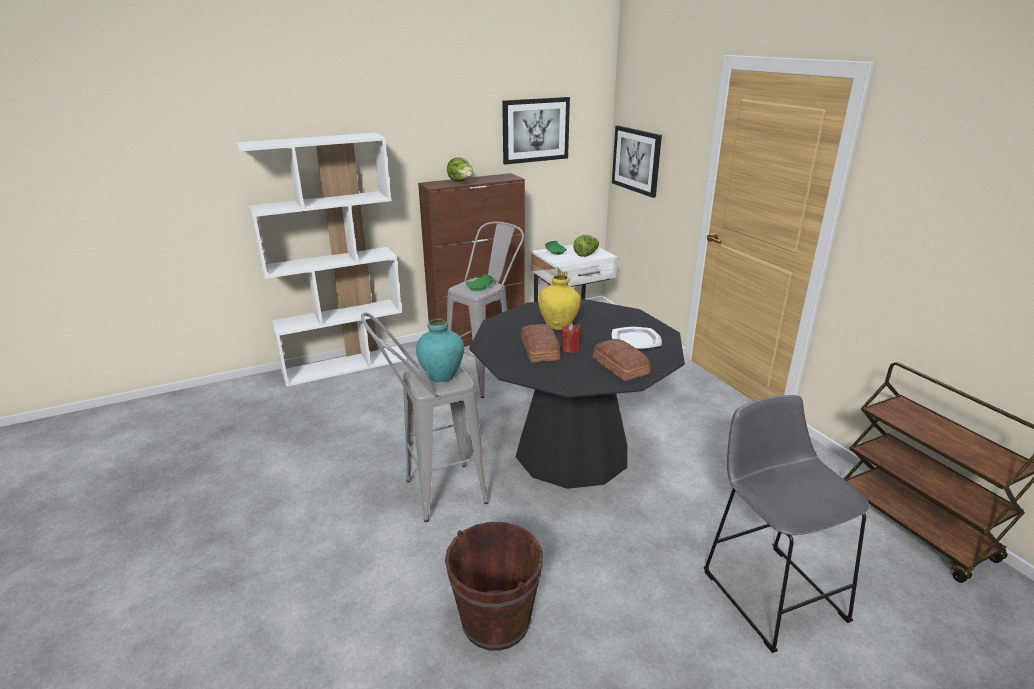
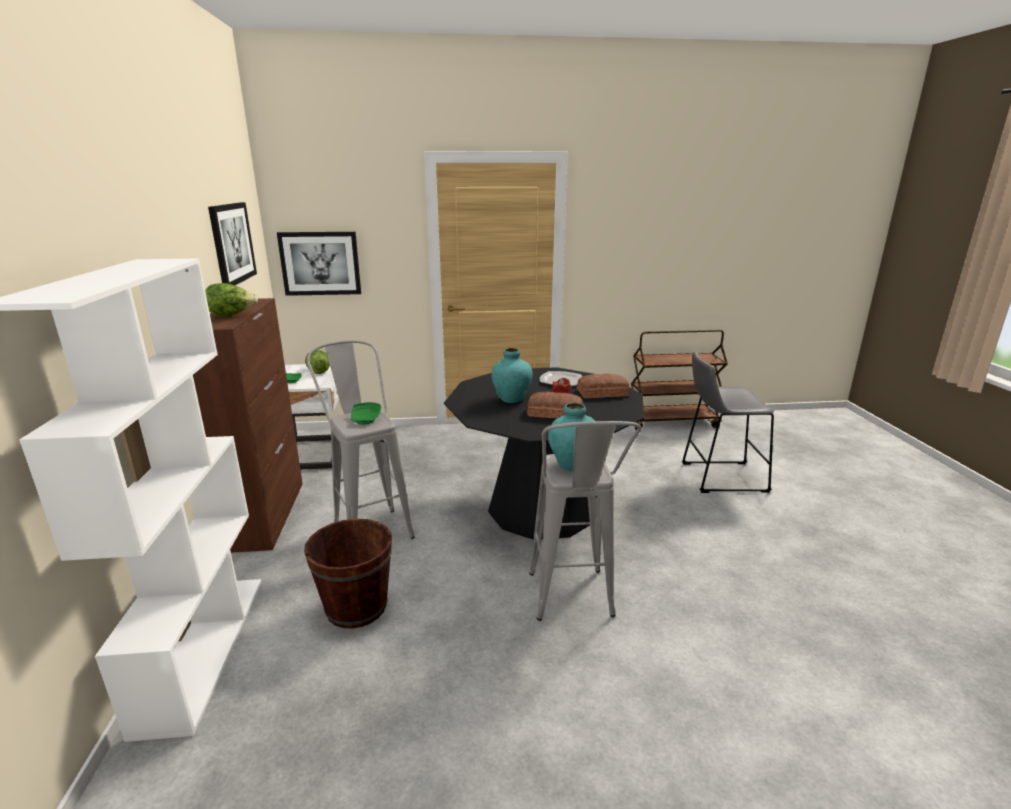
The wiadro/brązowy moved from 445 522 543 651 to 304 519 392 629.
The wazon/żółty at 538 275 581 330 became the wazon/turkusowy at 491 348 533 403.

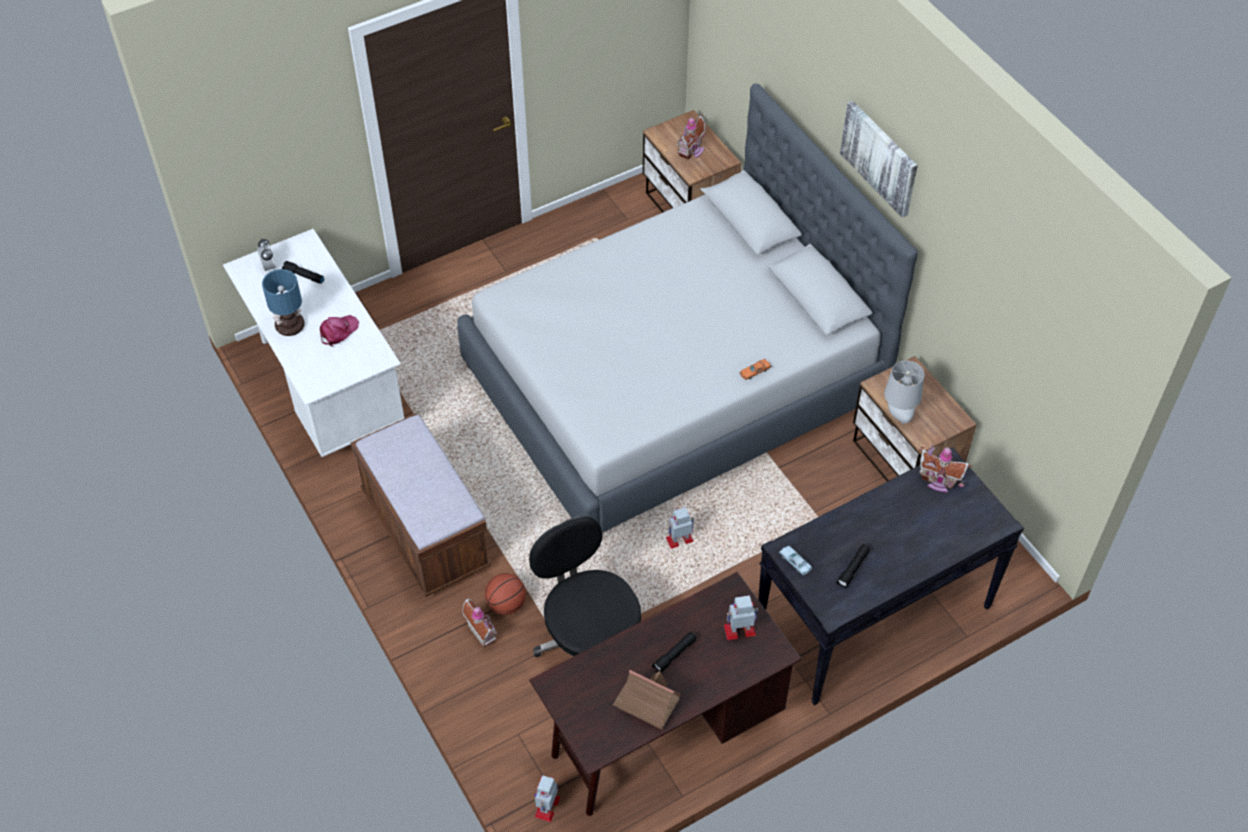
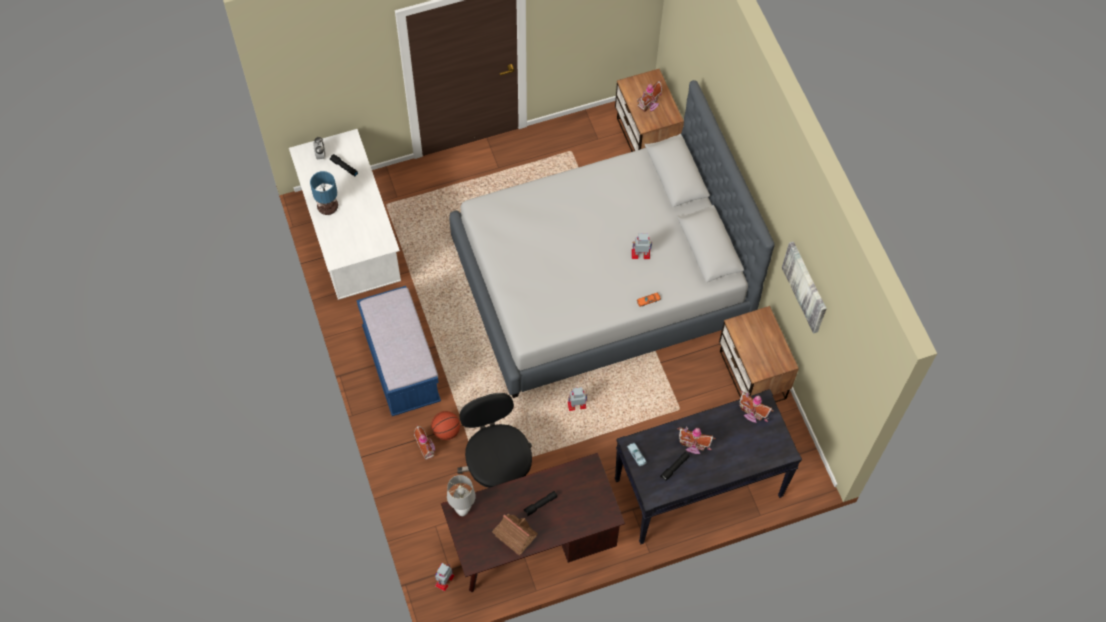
The ławka/brązowy at 351 413 491 597 became the ławka/niebieski at 357 286 441 416.
The lampa stołowa/szary moved from 884 361 924 424 to 447 475 476 516.
The robot zabawkowy moved from 724 595 758 640 to 631 233 653 259.
The domek at 678 426 716 454 appeared.
The obraz moved from 840 101 918 218 to 782 241 827 334.
The czapka z daszkiem/różowy at 320 315 359 347 disappeared.

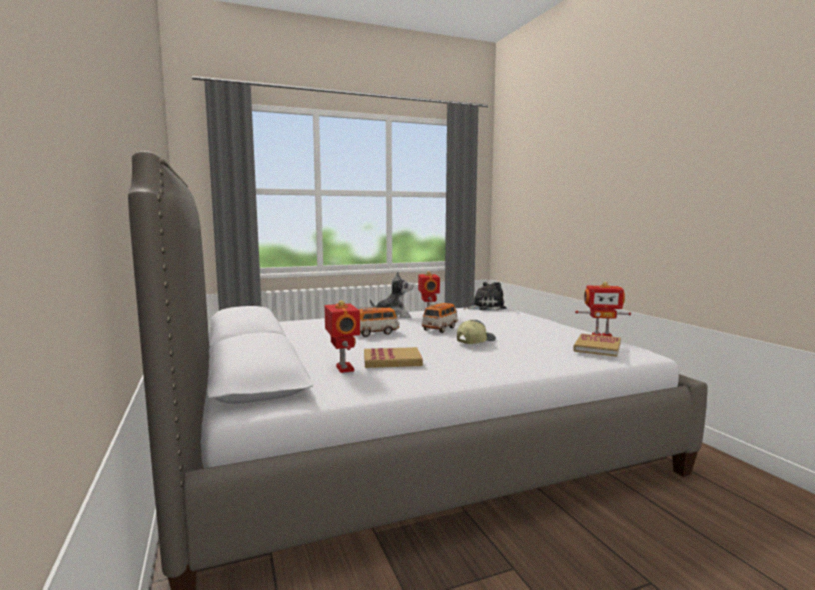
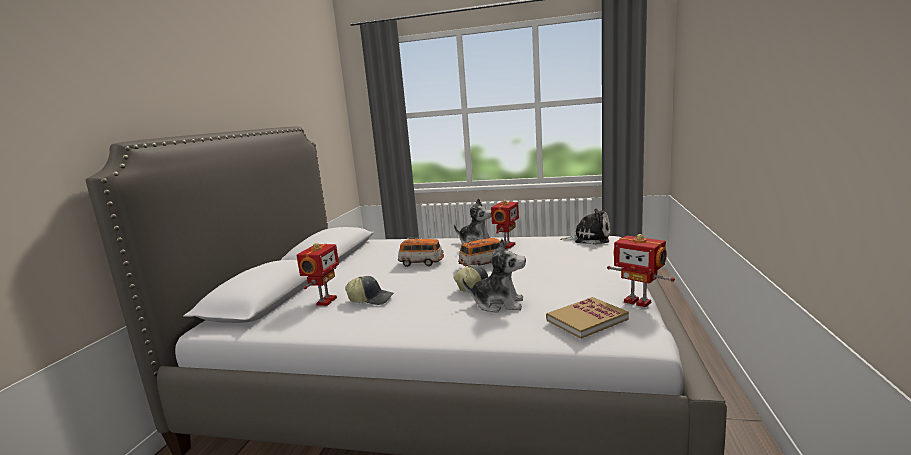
The książka at 364 347 423 368 was replaced by the czapka z daszkiem at 345 276 394 305.
The pluszak at 462 239 526 313 appeared.

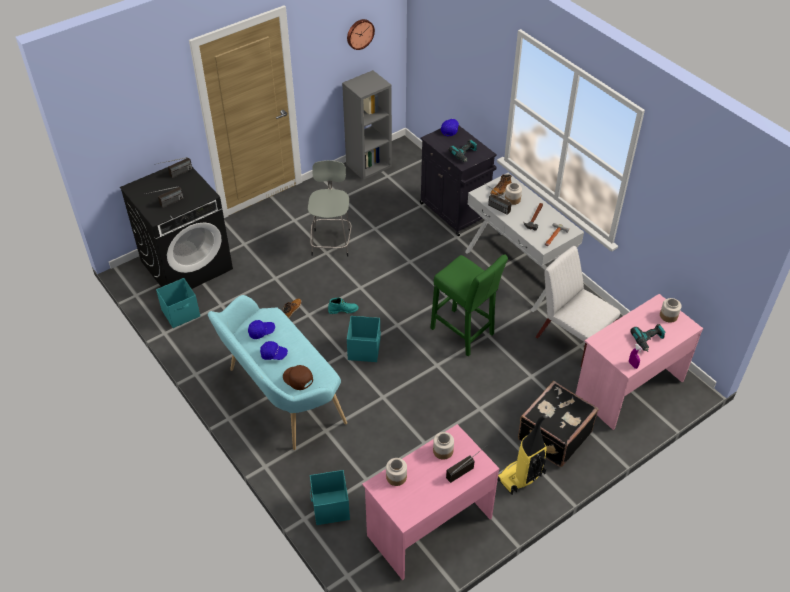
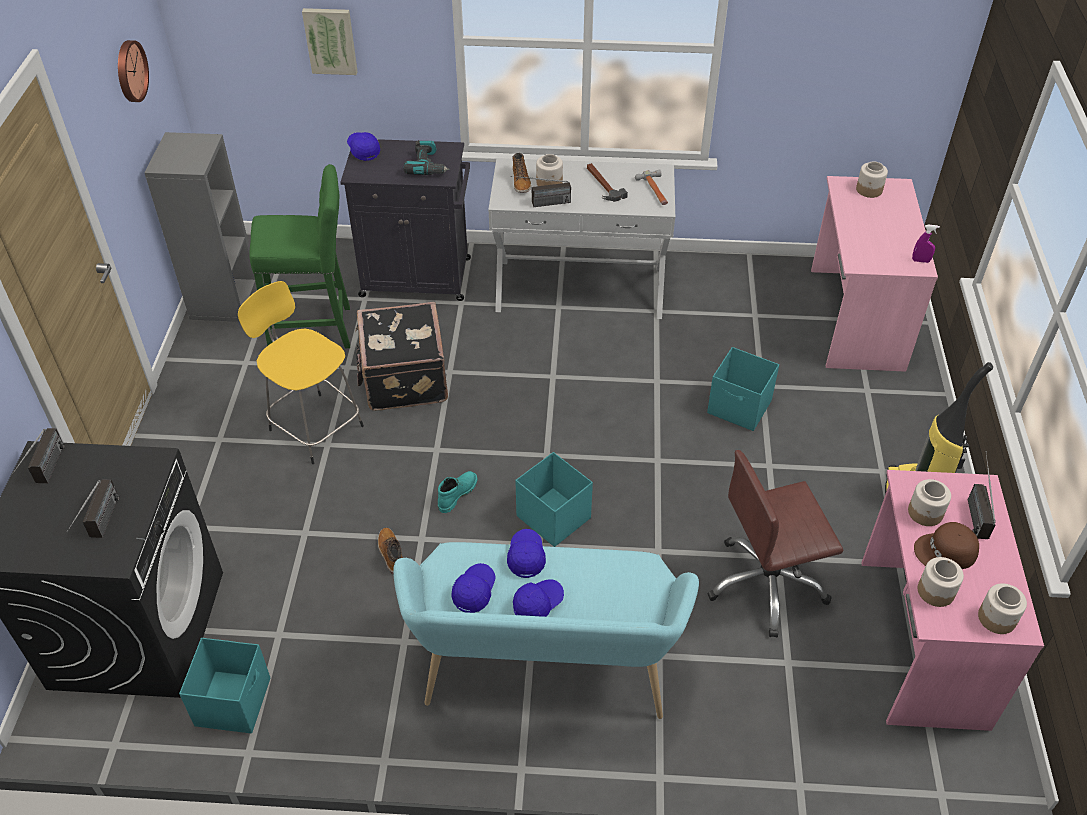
The stołek/szary at 308 160 352 257 became the stołek/żółty at 238 281 364 464.
The stołek/zielony moved from 431 255 508 357 to 249 164 350 348.
The obraz at 302 8 358 75 appeared.
The walizka/czarny moved from 518 381 599 467 to 355 302 448 411.
The czapka z daszkiem/niebieski at 507 529 546 578 appeared.
The pojemnik do przechowywania/turkusowy moved from 310 470 350 525 to 707 347 779 431.
The krzesło biurowe/brązowy at 707 450 843 637 appeared.
The czapka z daszkiem/brązowy moved from 283 365 313 390 to 914 522 979 569.
The słoik at 978 583 1027 634 appeared.
The krzesło/biały at 536 246 620 368 disappeared.
The wiertarka at 630 324 666 352 disappeared.

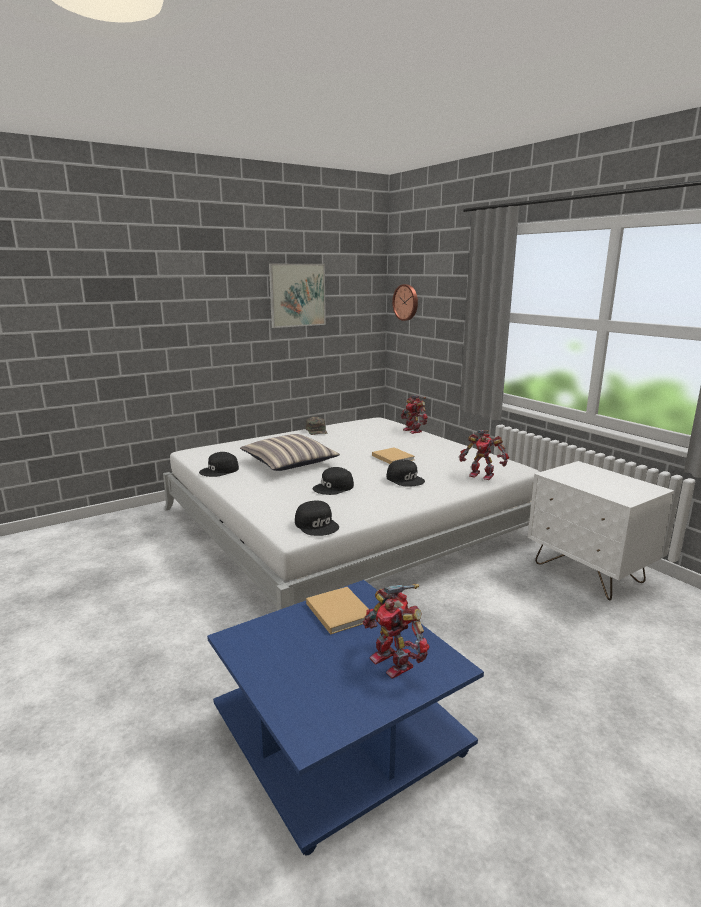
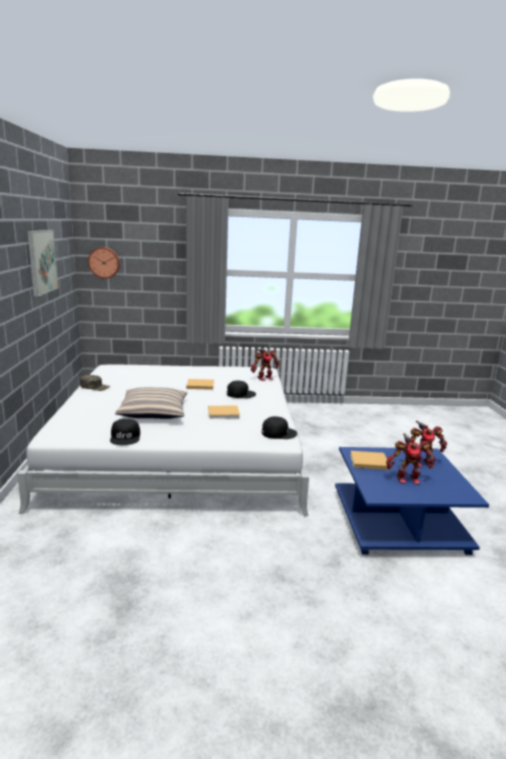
The czapka z daszkiem/czarny at 312 467 354 495 was replaced by the książka/beżowy at 208 405 240 419.
The robot zabawkowy moved from 401 395 428 434 to 386 433 436 484.
The szafka nocna/biały at 528 461 674 600 disappeared.

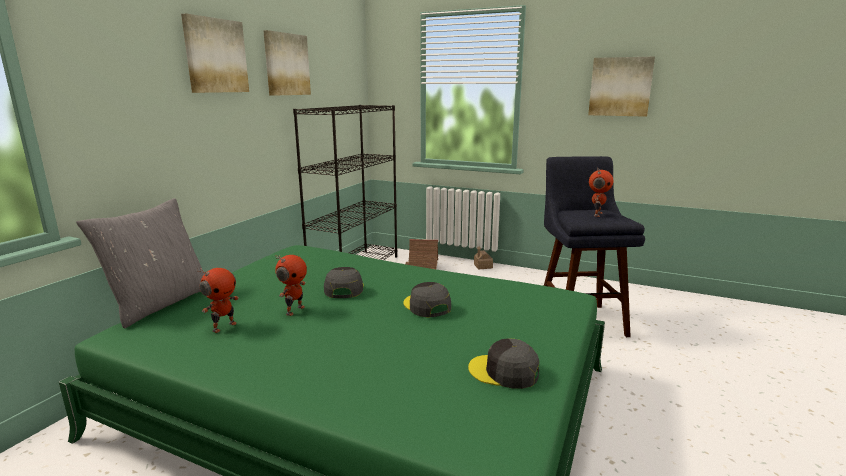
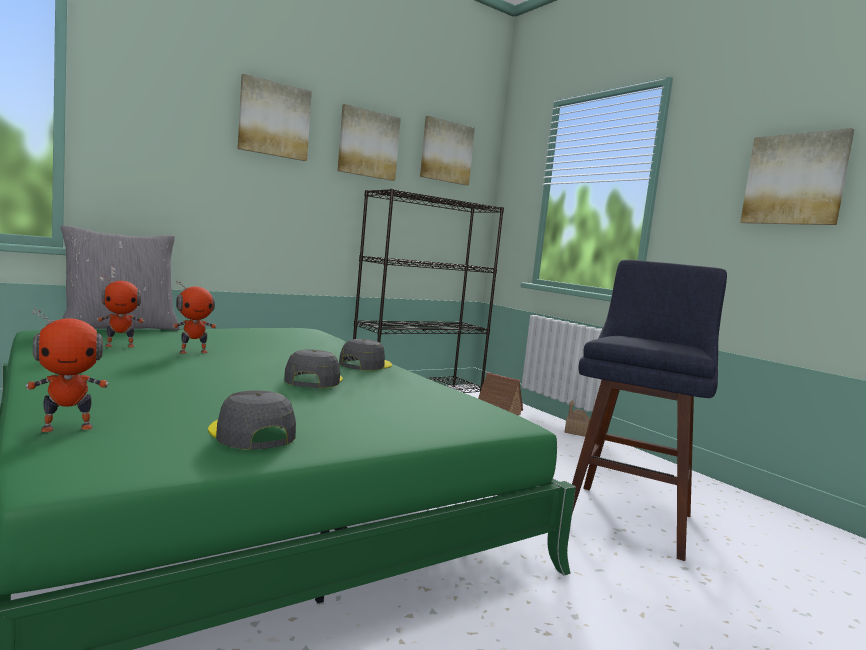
The robot zabawkowy moved from 589 168 613 217 to 25 308 109 432.
The czapka z daszkiem/szary moved from 324 267 364 298 to 339 339 392 370.
The obraz at 420 116 475 185 appeared.

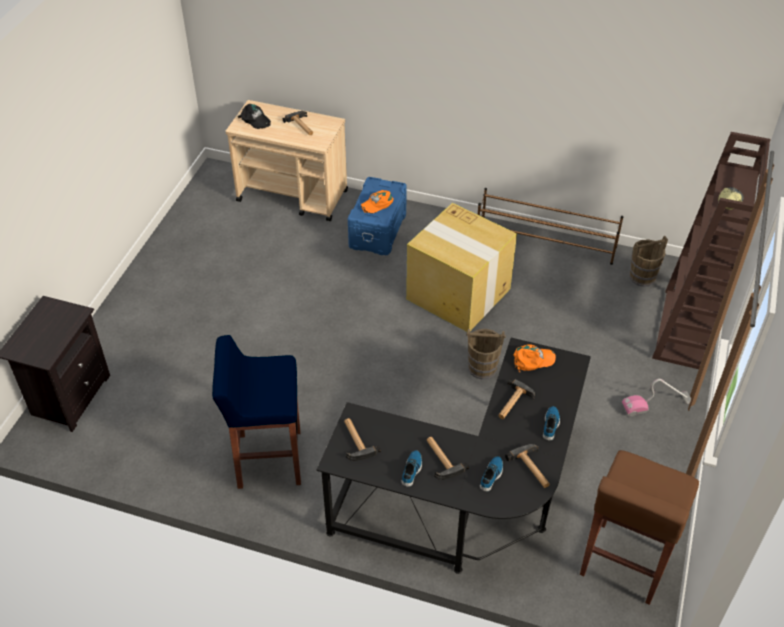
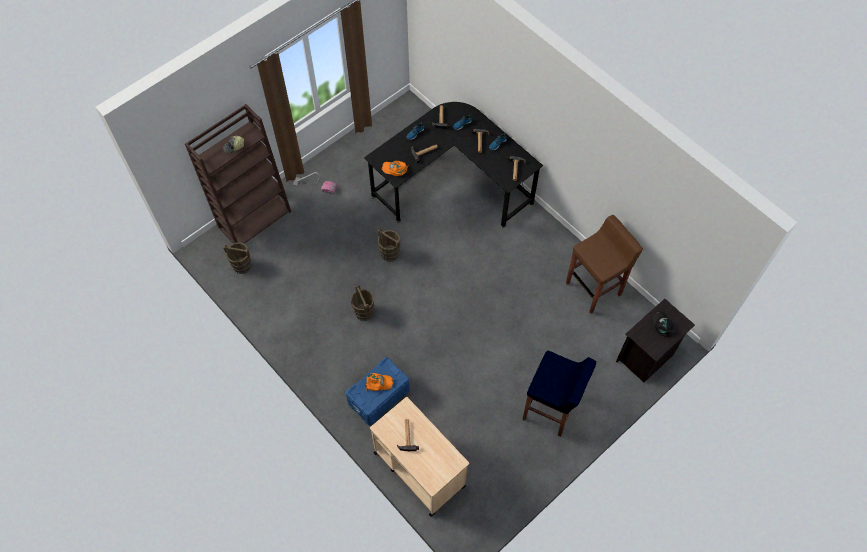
The karton at 406 203 517 332 was replaced by the wiadro/brązowy at 350 285 374 321.
The stołek/niebieski moved from 212 335 301 489 to 522 351 596 437.
The stołek/brązowy moved from 580 450 699 605 to 566 215 643 314.
The czapka z daszkiem/czarny moved from 237 104 271 129 to 652 311 675 337.
The regał na buty/brązowy at 478 188 624 265 disappeared.

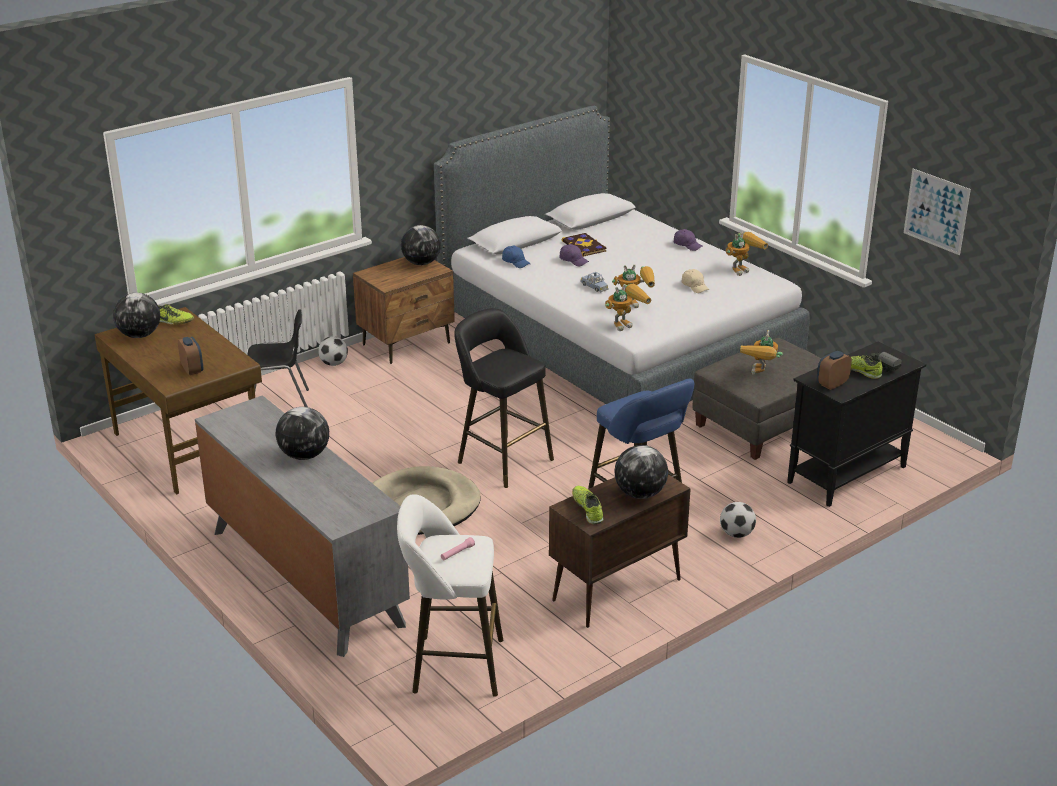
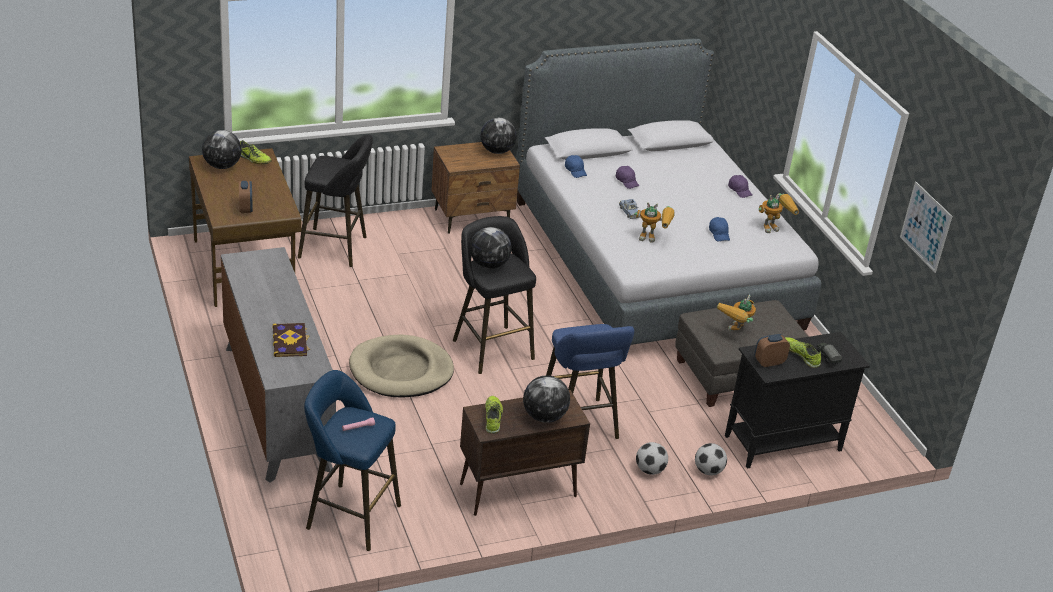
The książka moved from 562 233 607 257 to 272 323 310 357.
The krzesło/czarny at 248 309 309 407 was replaced by the stołek/czarny at 298 135 373 267.
The stołek/biały at 397 494 503 697 became the stołek/niebieski at 304 370 401 551.
The globus moved from 276 407 329 460 to 470 227 512 269.
The piłka futbolowa moved from 318 336 348 366 to 695 443 727 476.
The czapka z daszkiem/beżowy at 681 269 710 293 became the czapka z daszkiem/niebieski at 709 217 730 241.
The robot zabawkowy at 605 284 651 331 disappeared.

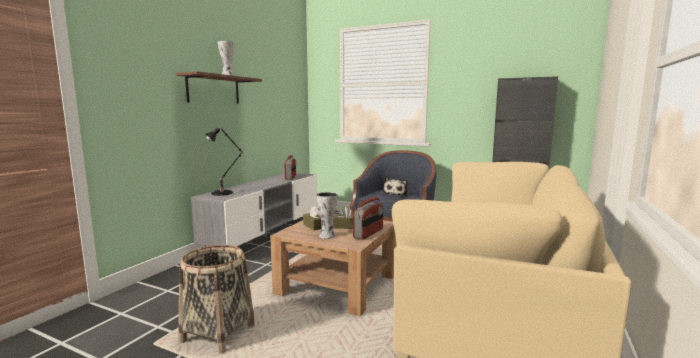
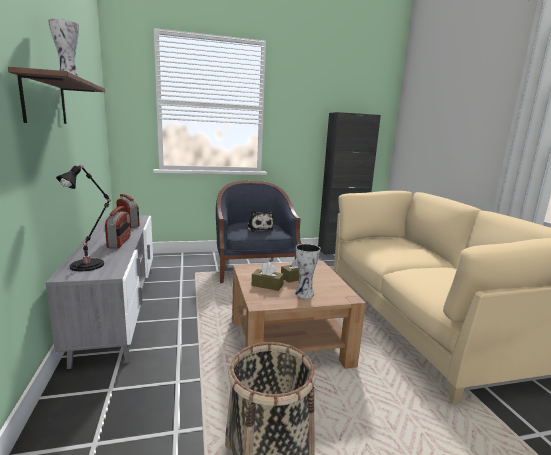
The radio moved from 353 197 383 240 to 105 206 131 248.

